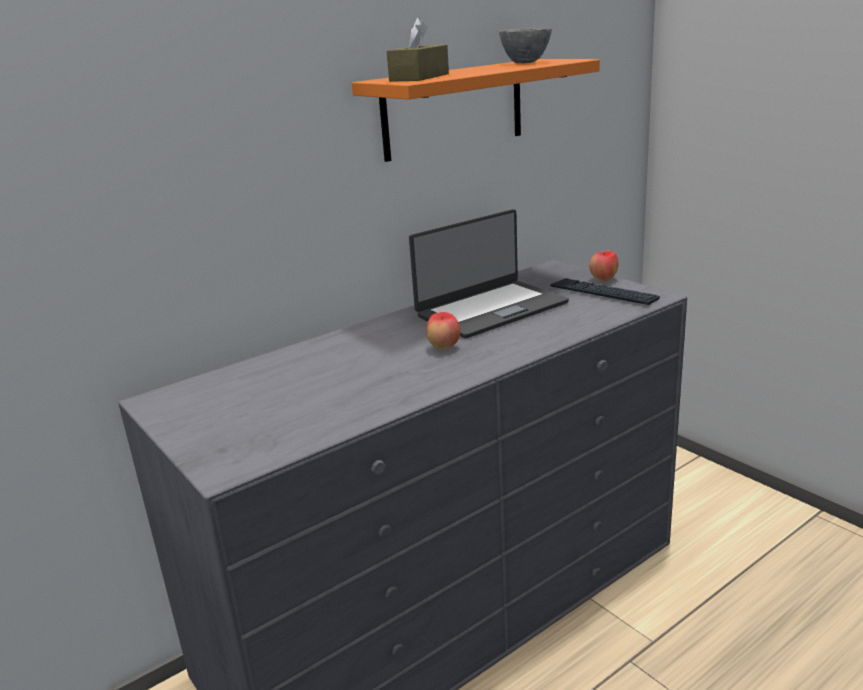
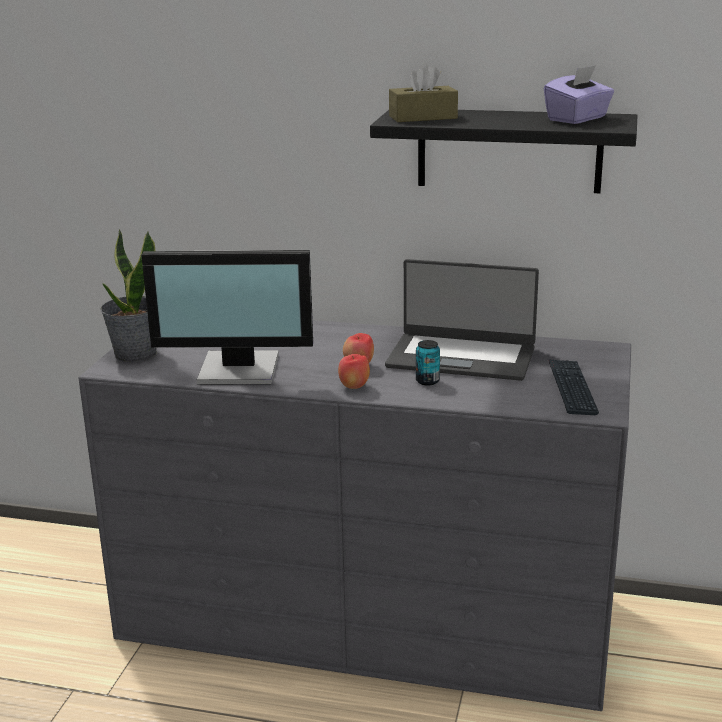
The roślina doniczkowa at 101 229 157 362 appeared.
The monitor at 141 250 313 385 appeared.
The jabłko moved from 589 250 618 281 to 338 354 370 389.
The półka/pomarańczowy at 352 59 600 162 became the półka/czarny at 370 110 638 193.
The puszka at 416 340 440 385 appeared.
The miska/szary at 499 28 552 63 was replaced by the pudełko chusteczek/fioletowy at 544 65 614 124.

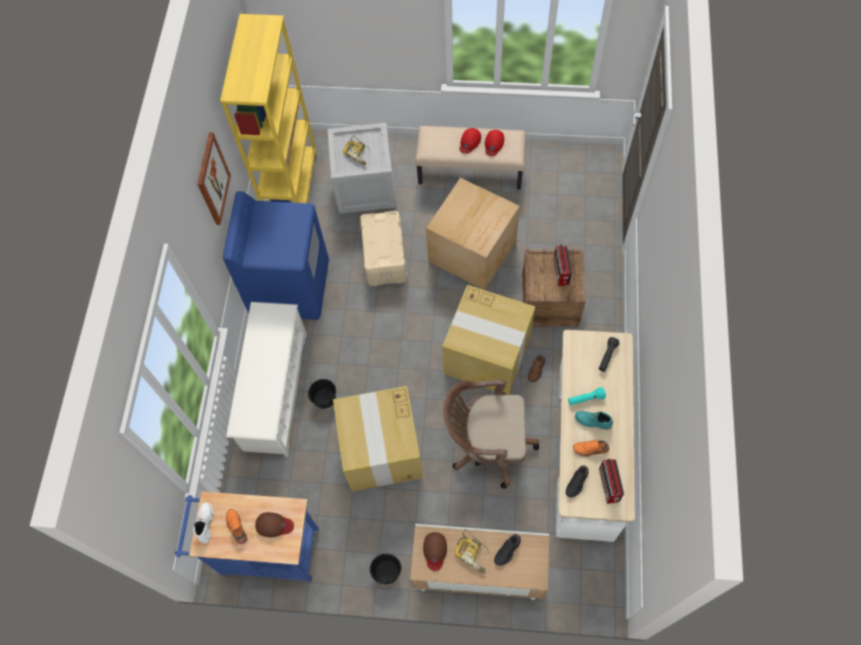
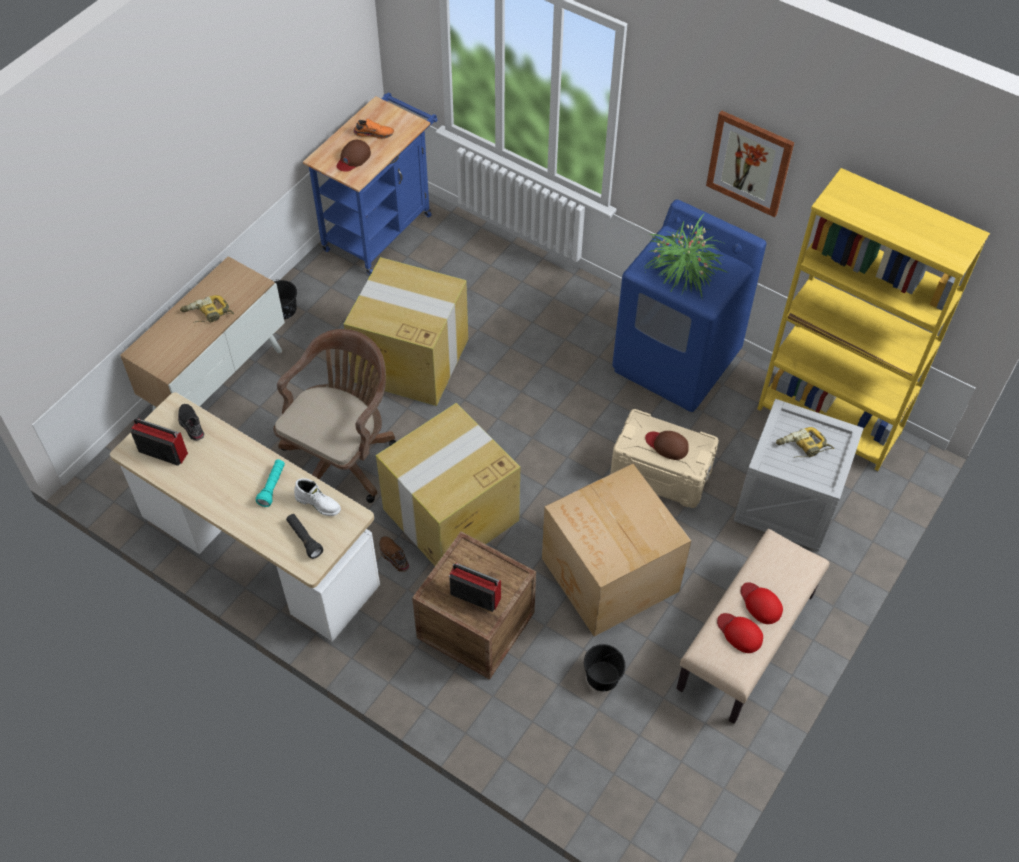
The but z cholewką/biały moved from 193 502 213 543 to 294 478 341 516.
The wiadro/czarny moved from 308 379 336 409 to 584 644 625 691.
The czapka z daszkiem/brązowy moved from 423 532 447 571 to 645 431 689 460.
The roślina doniczkowa at 646 214 728 297 appeared.
The regał na buty/biały at 226 302 307 457 disappeared.
The but/czarny at 494 534 521 566 disappeared.
The but/pomarańczowy at 573 440 610 457 disappeared.
The but z cholewką/turkusowy at 575 411 613 429 disappeared.

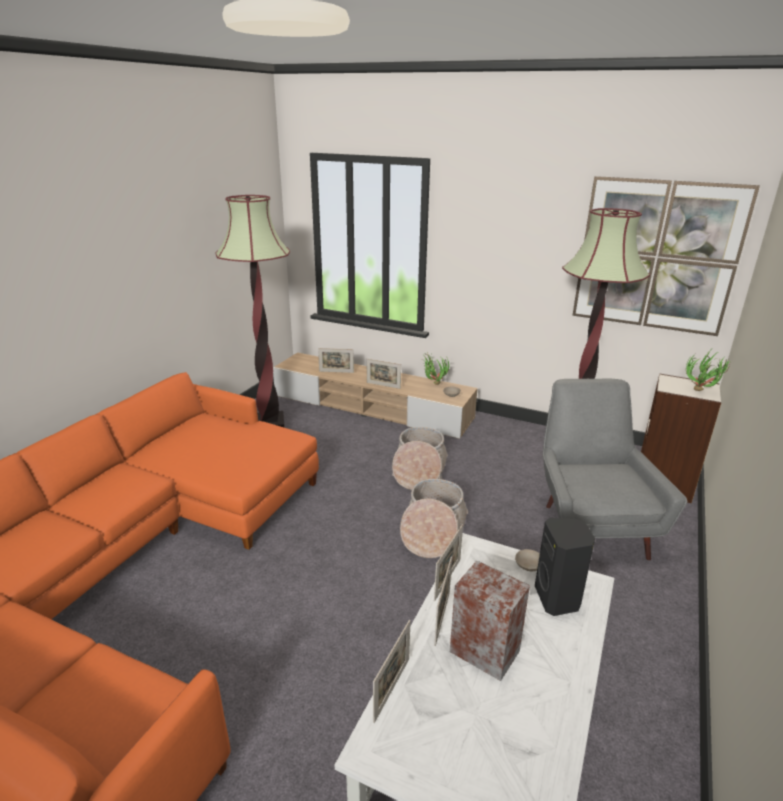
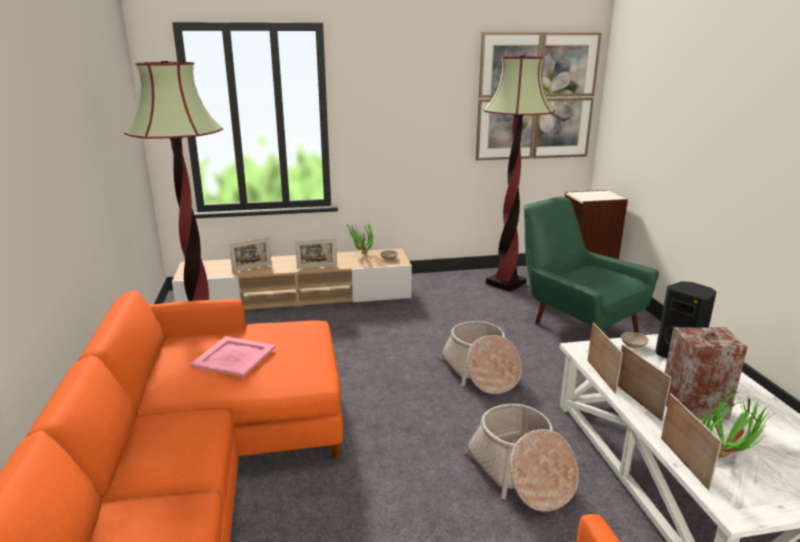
The taca/różowy at 190 336 276 377 appeared.
The koszyk moved from 392 427 448 490 to 462 404 579 512.
The fotel/szary at 543 378 688 560 became the fotel/zielony at 524 197 659 333.
The roślina doniczkowa moved from 686 350 731 391 to 702 388 775 458.

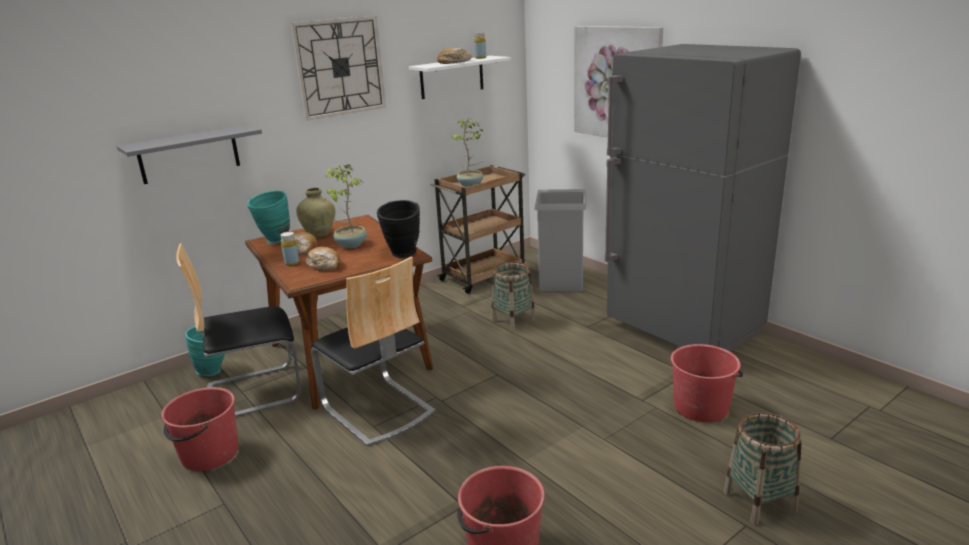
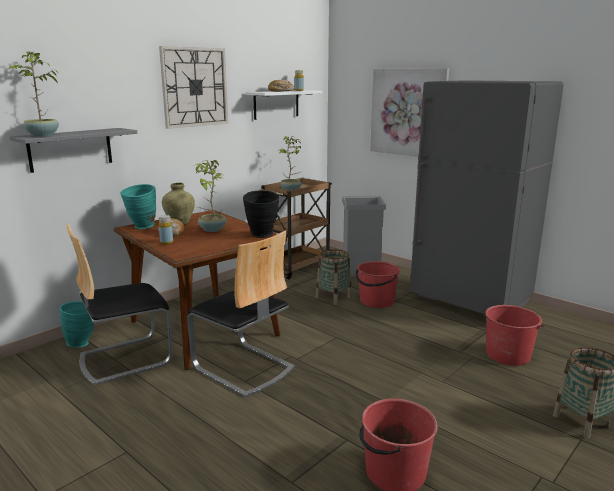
The roślina doniczkowa at 9 51 59 136 appeared.
The wiadro/czerwony moved from 161 387 238 471 to 356 261 400 308.
The chleb at 306 247 340 270 disappeared.

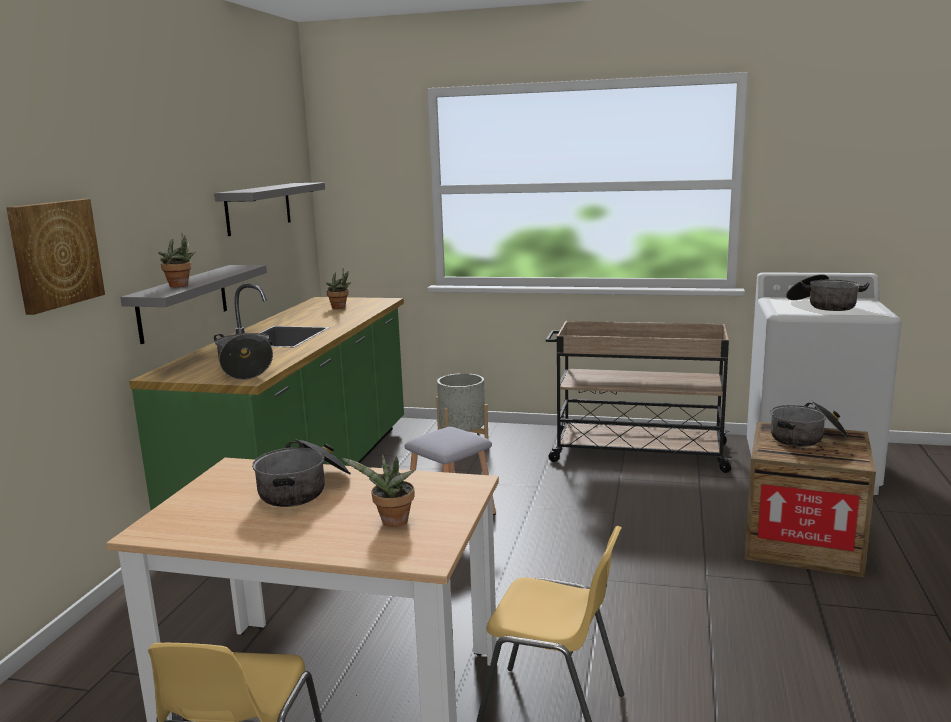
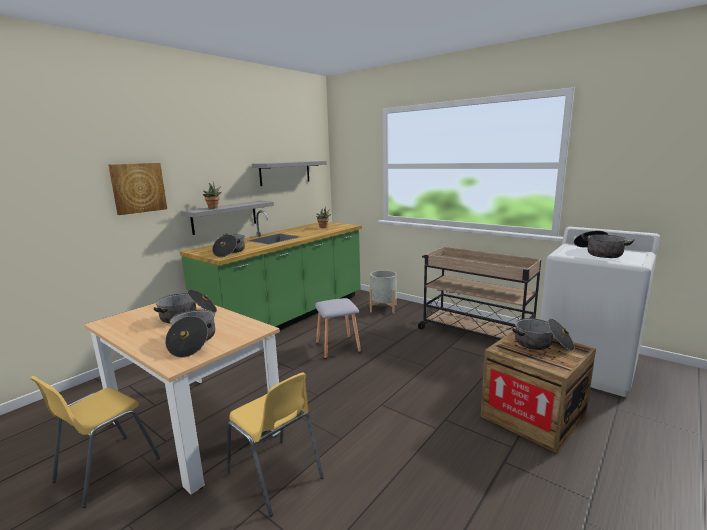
The roślina doniczkowa at 342 454 415 527 was replaced by the garnek at 165 309 215 358.

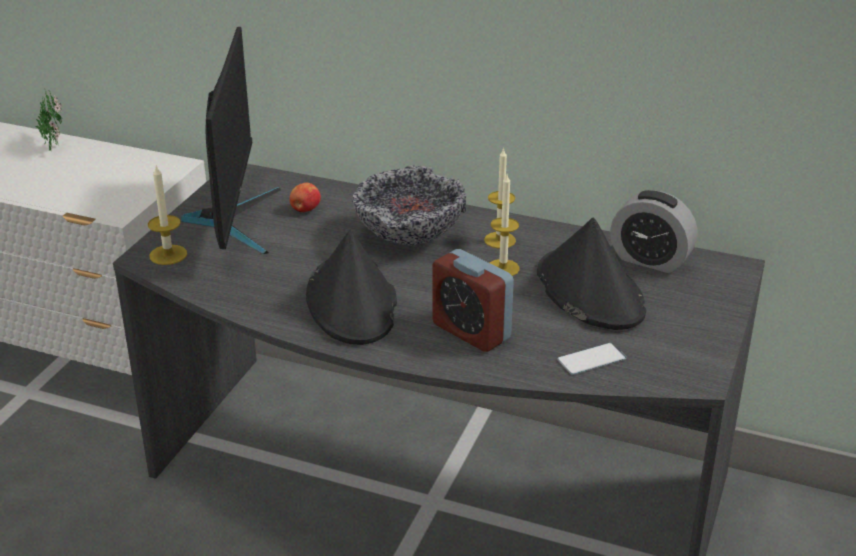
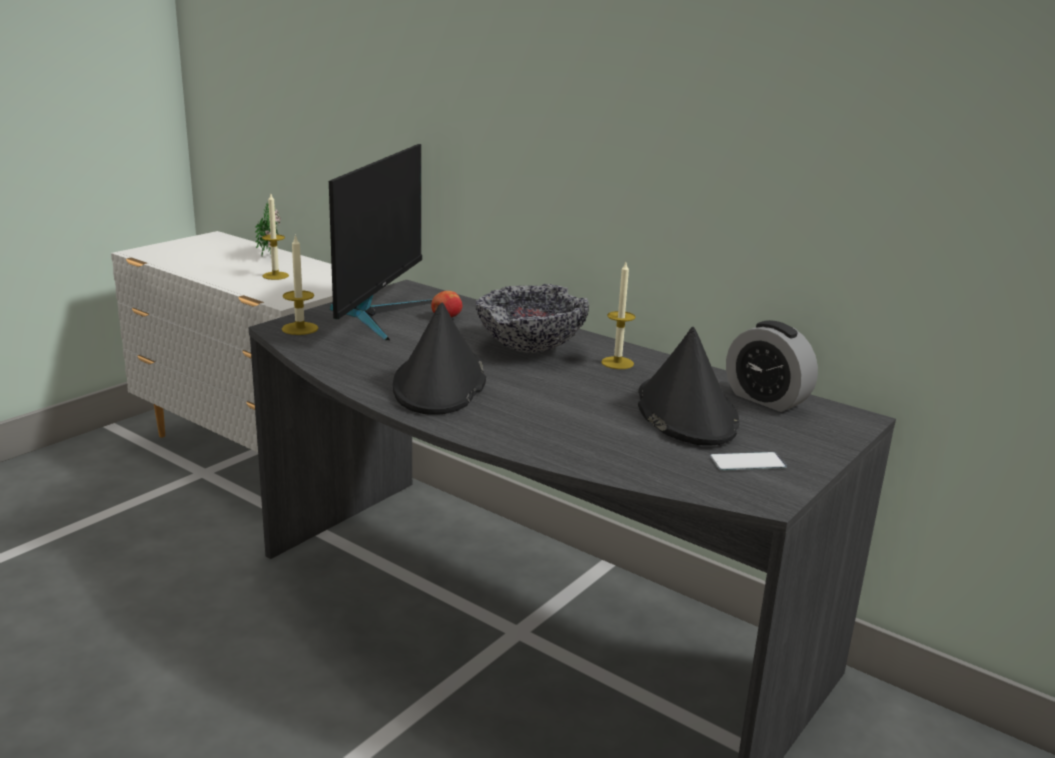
The świeca moved from 490 175 519 276 to 262 194 289 280.
The telefon moved from 558 343 626 375 to 710 452 787 471.
The budzik at 432 249 514 352 disappeared.

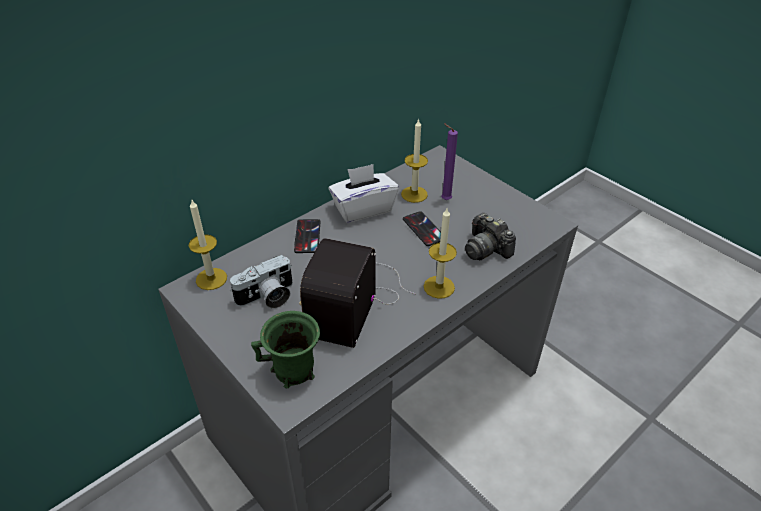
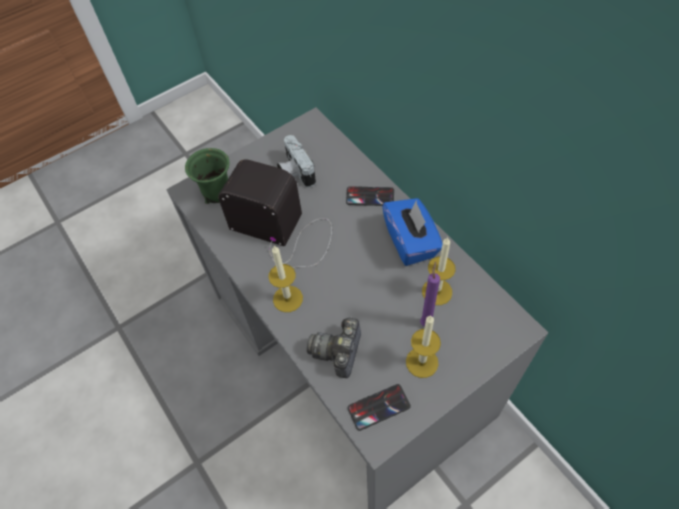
The aparat fotograficzny at 465 213 516 260 turned 45 degrees counterclockwise.
The telefon moved from 403 211 441 246 to 348 384 411 431.
The pudełko chusteczek/biały at 329 164 399 223 became the pudełko chusteczek/niebieski at 382 198 443 266.
The świeca moved from 189 200 227 290 to 406 316 441 378.

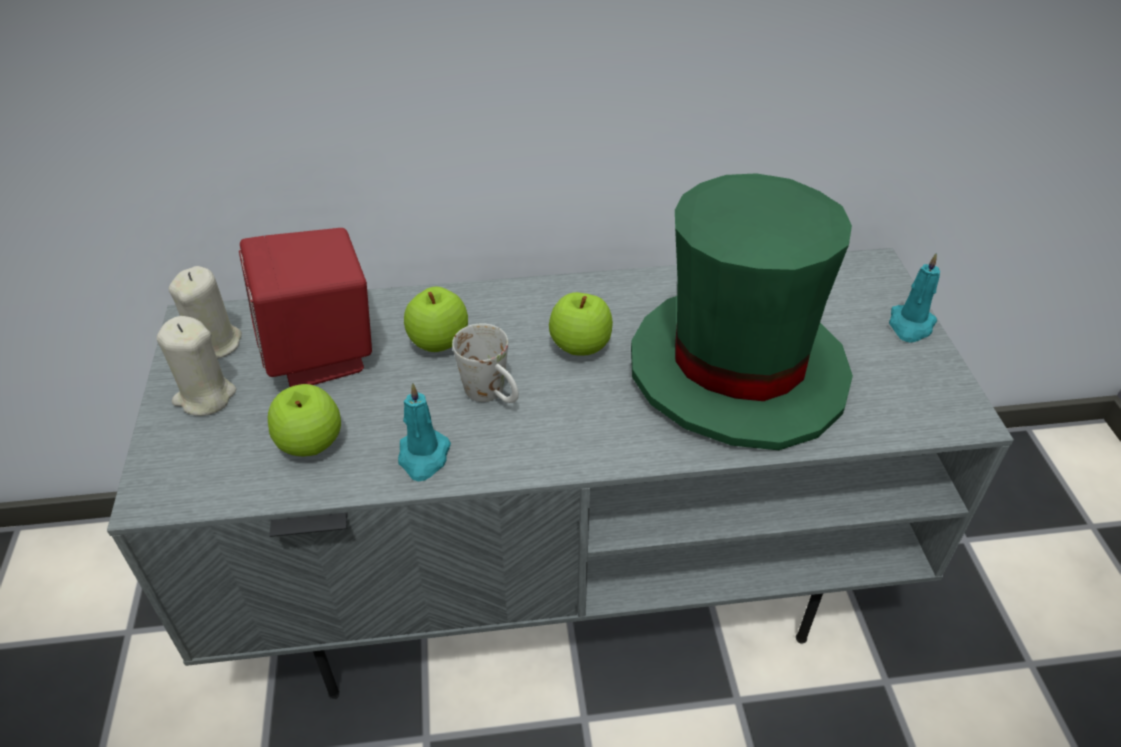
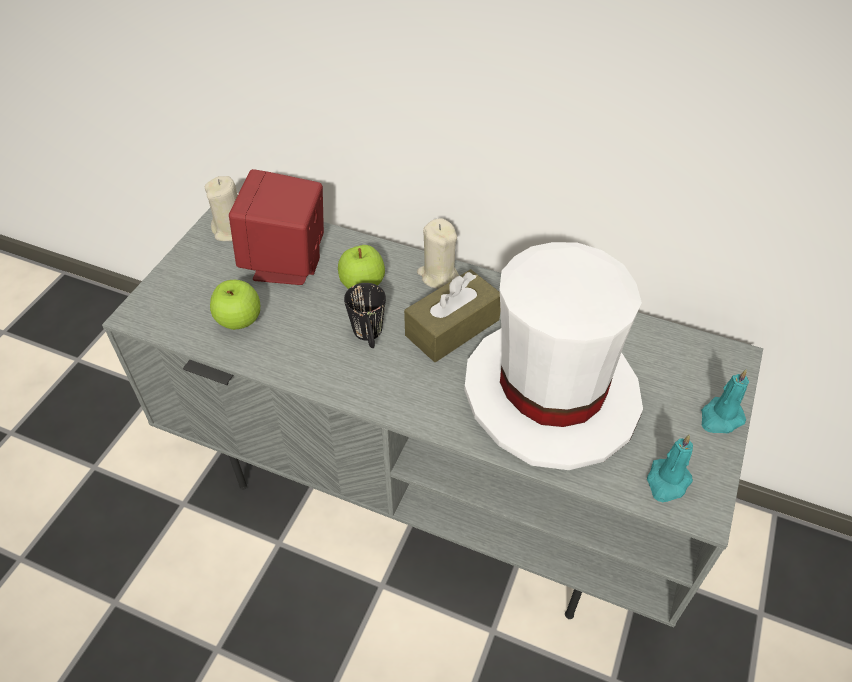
The kubek/biały at 452 323 519 403 became the kubek/czarny at 344 283 386 348.
The jabłko at 549 292 613 356 was replaced by the pudełko chusteczek/brązowy at 404 269 500 362.
The świeca/beżowy moved from 157 316 236 416 to 417 218 459 289.
The kapelusz/zielony at 631 173 853 450 became the kapelusz/biały at 464 242 643 470.
The świeca/turkusowy moved from 398 383 451 481 to 647 434 693 502.

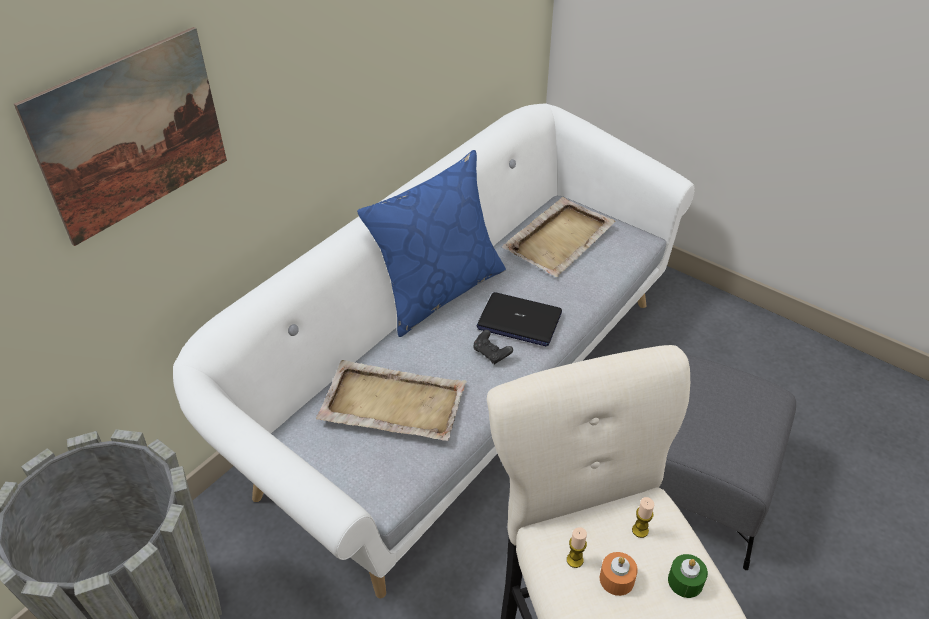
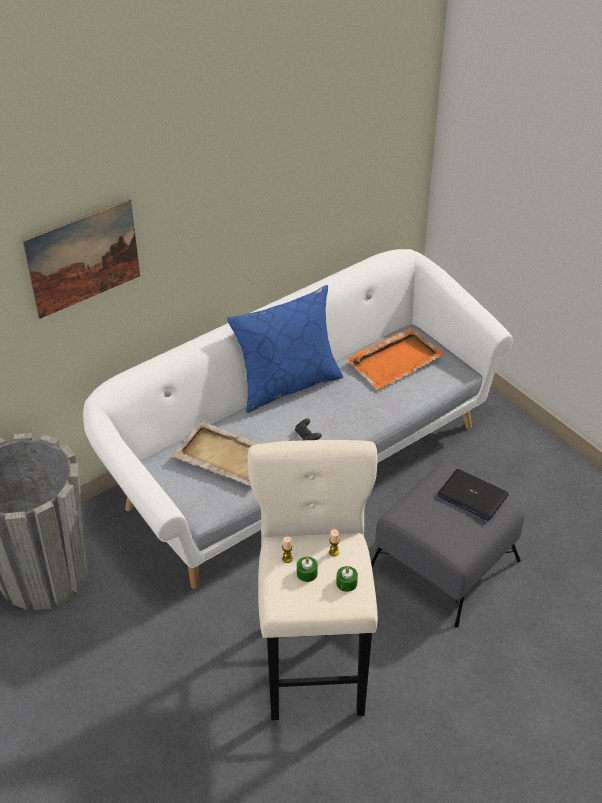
The świeca/pomarańczowy at 600 552 638 596 became the świeca/zielony at 297 557 318 582.
The taca/beżowy at 502 197 615 277 became the taca/pomarańczowy at 346 327 444 390.
The laptop moved from 477 292 562 346 to 437 469 509 521.

